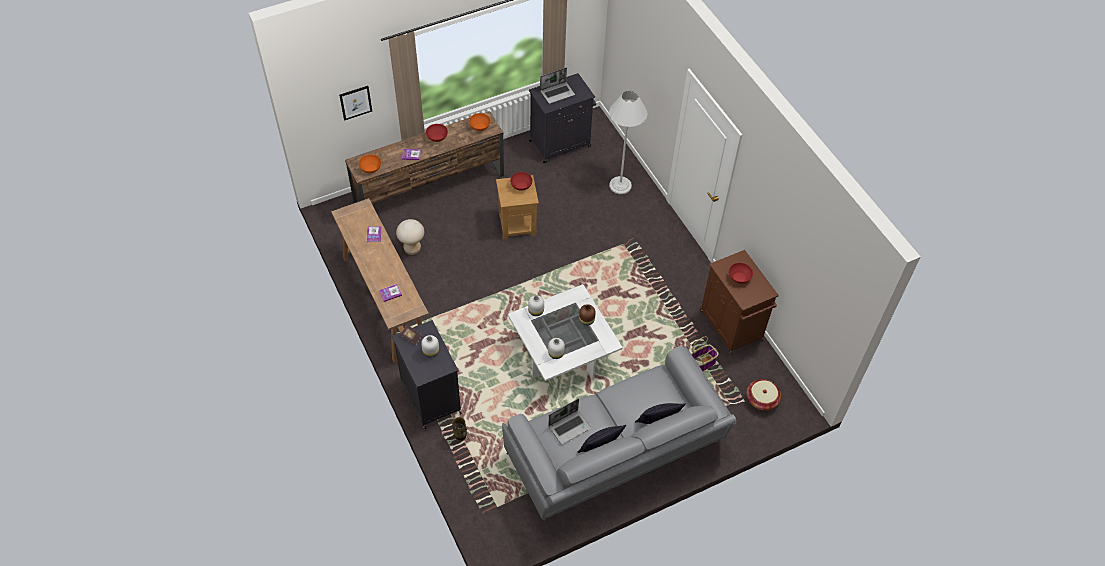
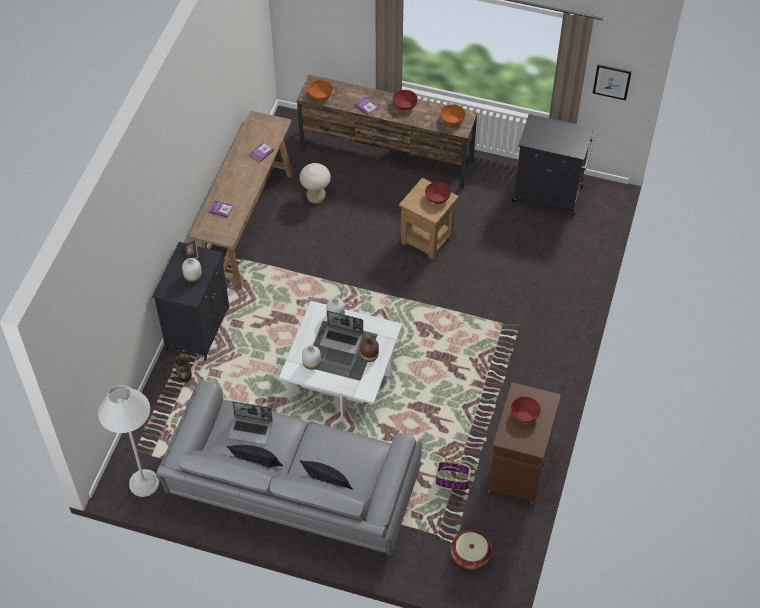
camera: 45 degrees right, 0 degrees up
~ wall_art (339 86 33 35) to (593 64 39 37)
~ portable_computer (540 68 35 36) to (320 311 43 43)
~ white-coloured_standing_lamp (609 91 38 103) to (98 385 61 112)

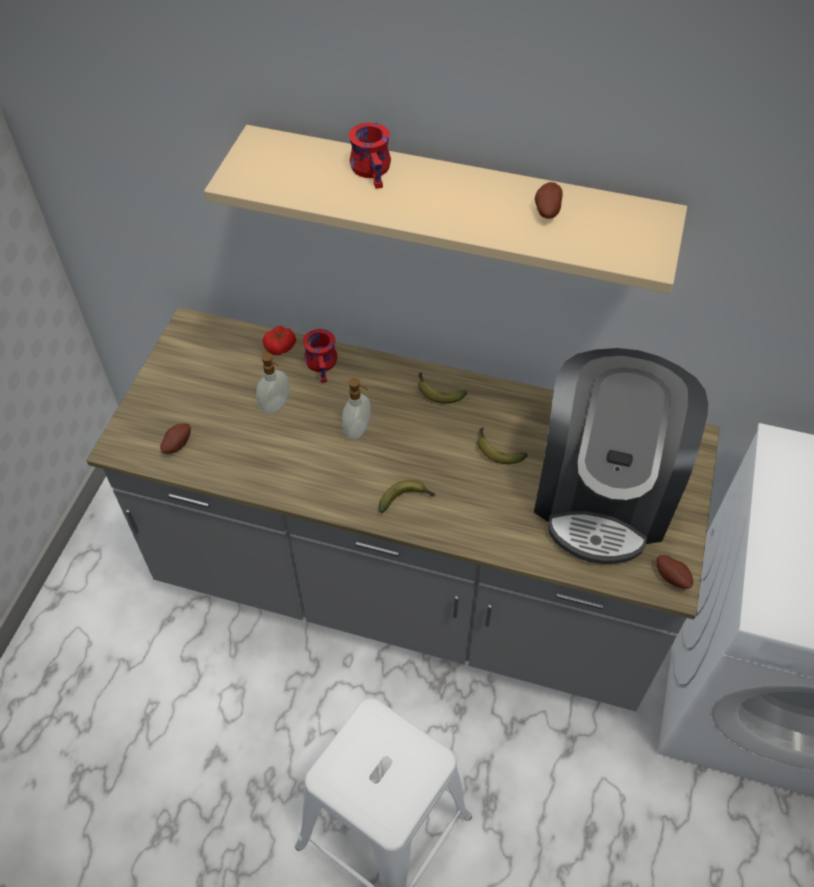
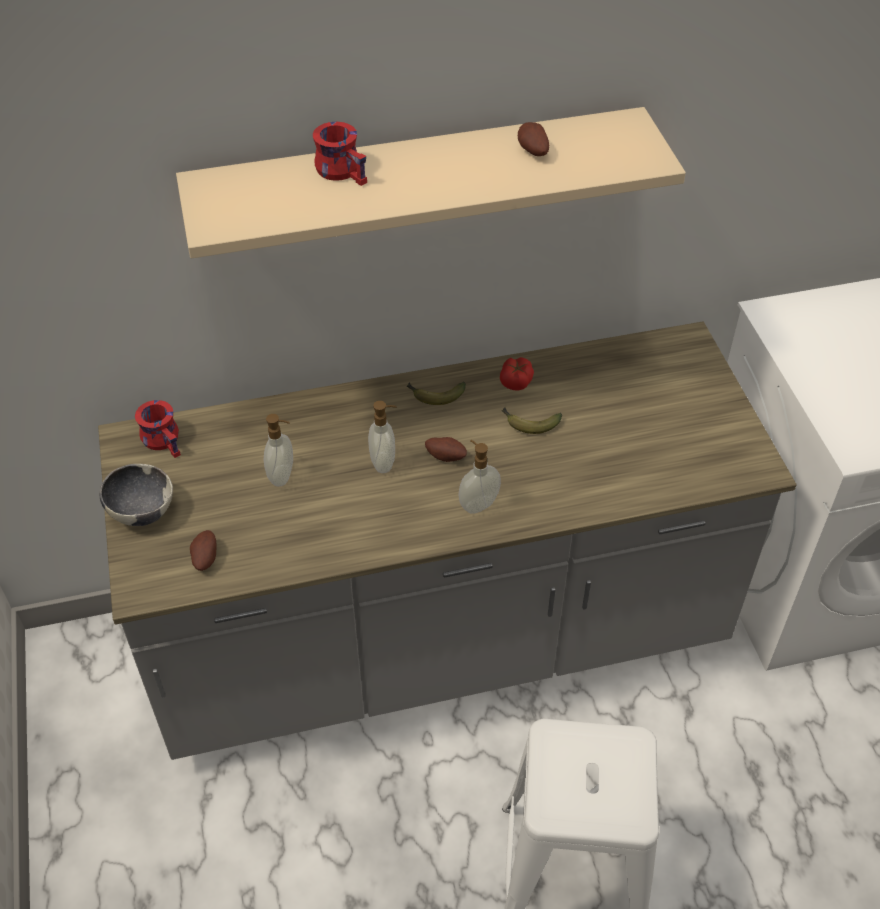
camera: 30 degrees left, 5 degrees down
~ whole_tomato (263 326 33 29) to (500 357 34 34)
~ red-coloured_mug (303 329 34 54) to (135 400 46 58)
~ banana (379 480 56 33) to soap_bottle (458 440 43 74)
- coffee_brewer (534 348 174 216)
~ whole_potato (656 555 37 34) to (425 437 42 25)
+ bowl (100 464 73 62)

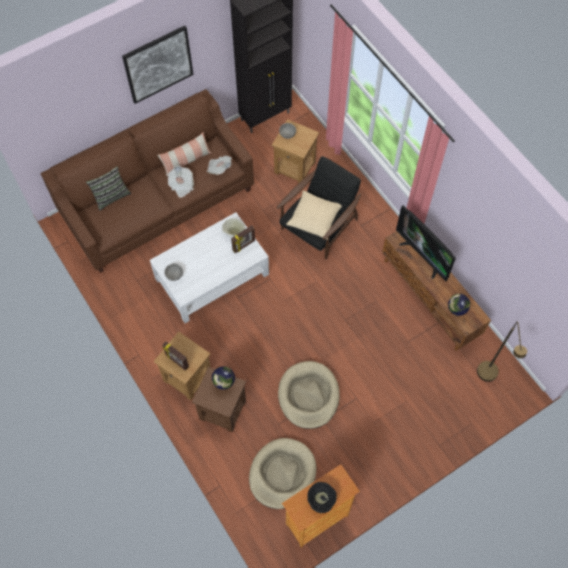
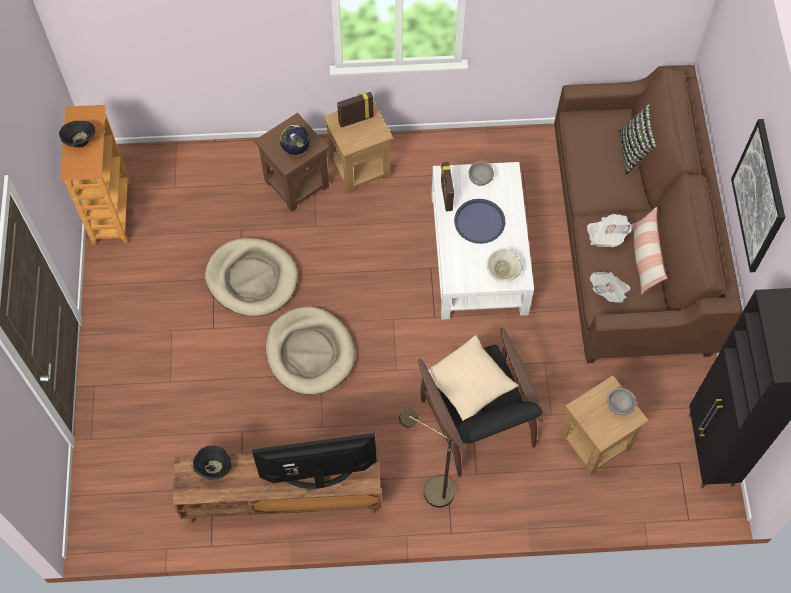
camera: 120 degrees right, 0 degrees up
~ photo_frame (231 225 24 28) to (441 162 13 50)
~ beige-coloured_dog_bed (249 438 68 71) to (266 307 89 88)
~ world_globe (448 294 22 22) to black_bowl (193 445 39 35)
~ brown_standing_lamp (477 321 50 61) to (399 408 56 100)
+ blue_serving_tray (454 199 51 45)

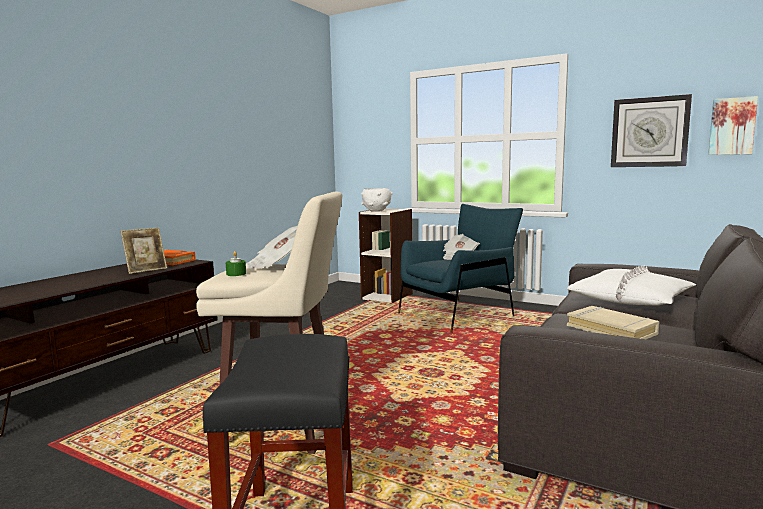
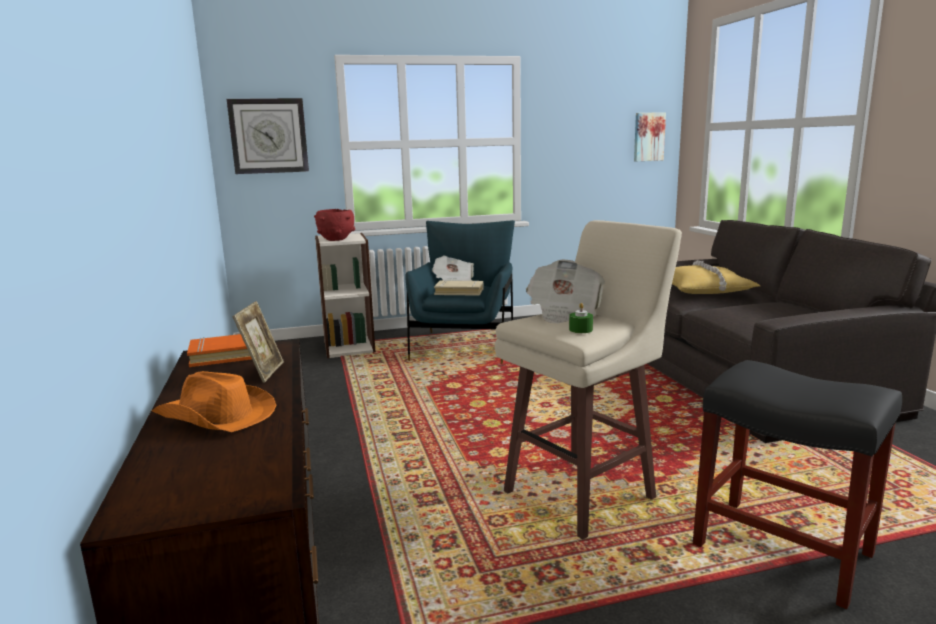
camera: 45 degrees left, 5 degrees up
~ white-coloured_bowl (361 188 32 24) to red-coloured_bowl (314 209 41 32)
~ white-coloured_pillow (567 265 129 40) to yellow-coloured_pillow (672 260 88 34)
~ beige-coloured_bound_book (567 306 92 33) to (434 280 49 16)
~ hanging_clock (611 94 81 73) to (227 98 82 76)
+ orange_wearable_hat (152 371 124 61)

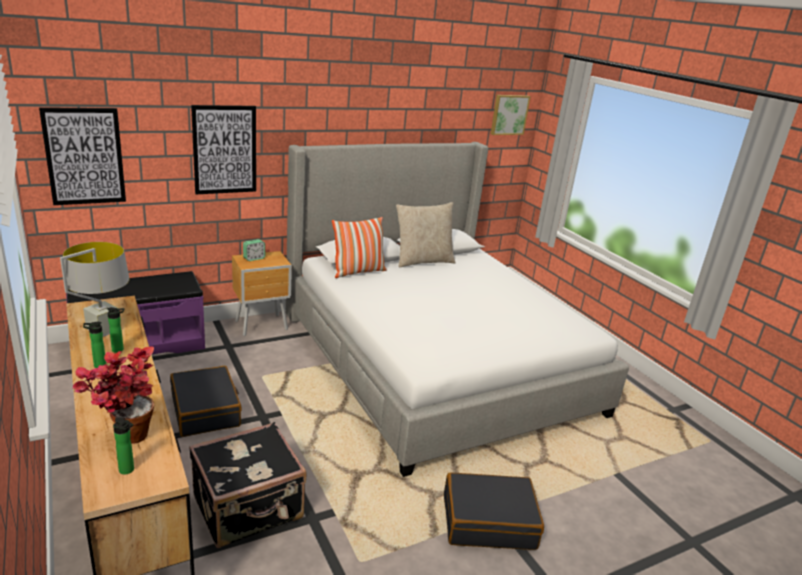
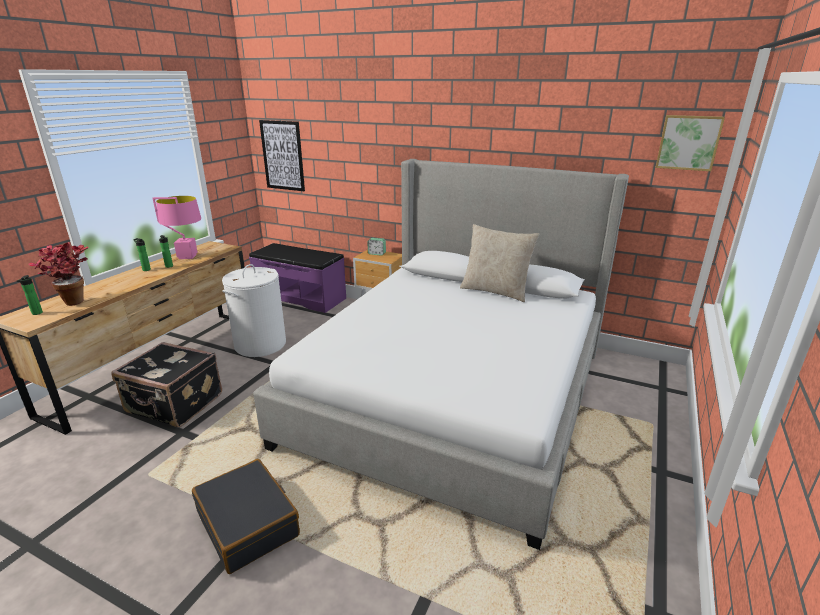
camera: 55 degrees right, 0 degrees up
~ gray_lamp_for_a_table (60 242 70 95) to pink_lamp_for_a_table (153 196 48 63)
~ black_suitcase (170 366 72 71) to white-coloured_washing_basket (222 264 64 93)
- wall_art (191 105 65 89)
- pillow (332 217 55 61)

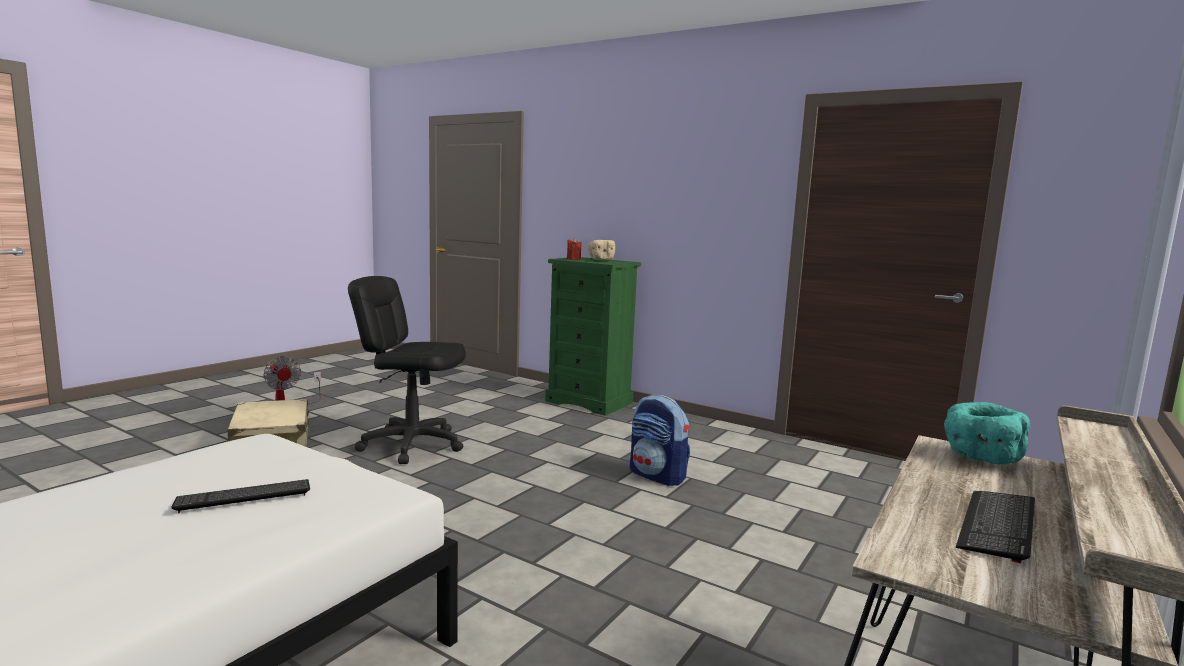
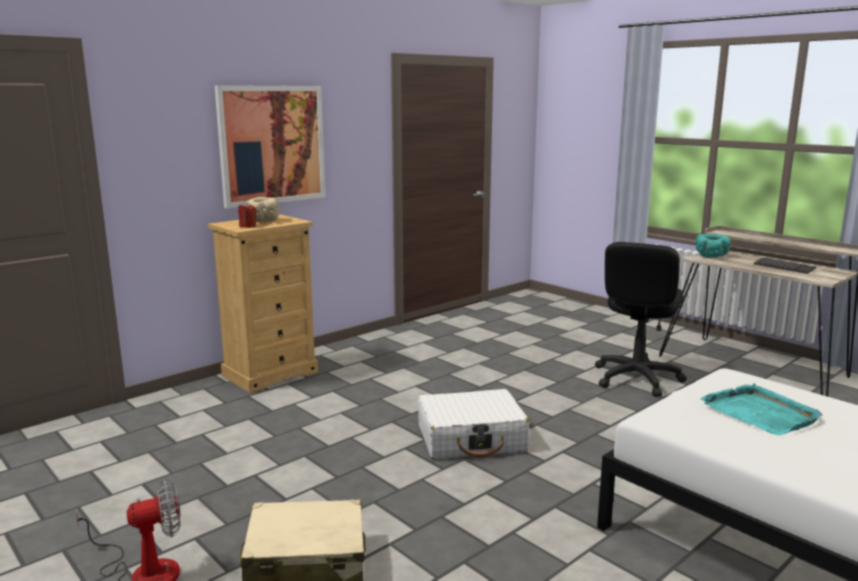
camera: 75 degrees left, 5 degrees up
~ computer_keyboard (171 479 139 34) to blue-green_serving_tray (701 383 121 53)
~ black_computer_chair (348 276 118 188) to (595 242 92 155)
~ green-coloured_dresser (546 257 95 159) to beige-coloured_dresser (208 214 110 179)
- rucksack (630 395 60 91)
+ wall_art (215 85 110 123)
+ white-coloured_suitcase (418 389 112 70)

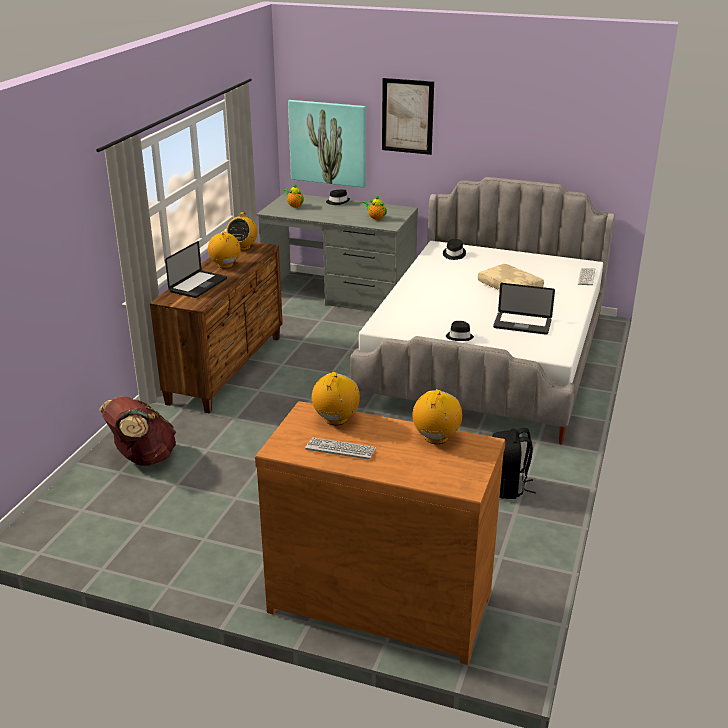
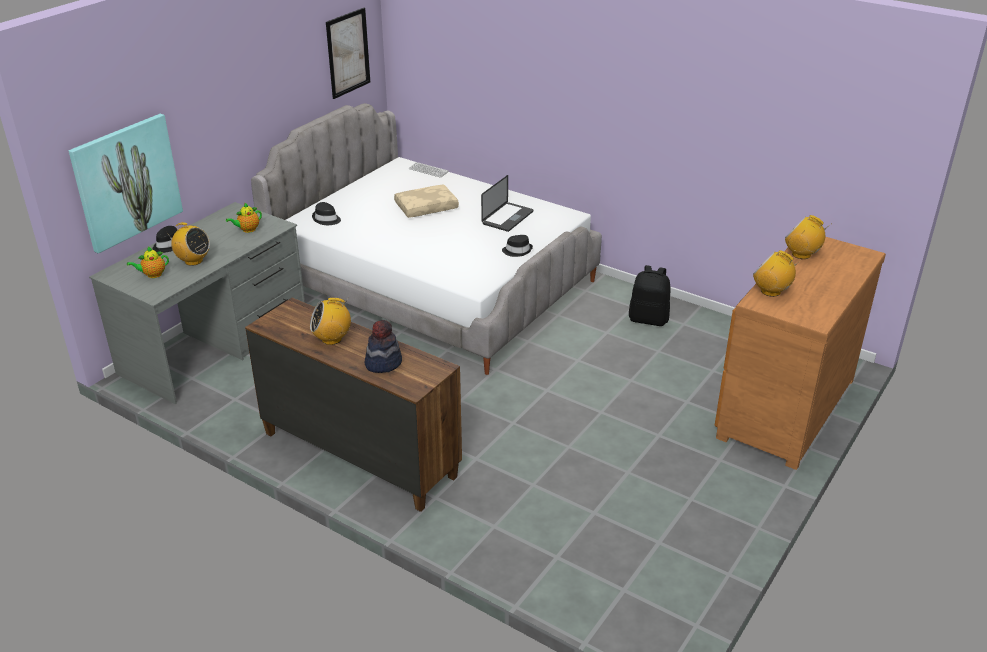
camera: 75 degrees left, 5 degrees up
- brown_rucksack (99 397 77 69)
~ portable_computer (165 241 62 57) to wearable_hat (365 320 37 53)
~ radio_set (226 212 32 38) to (166 222 44 44)
- computer_keyboard (305 437 71 23)
~ wall_art (382 78 52 77) to (326 8 44 91)

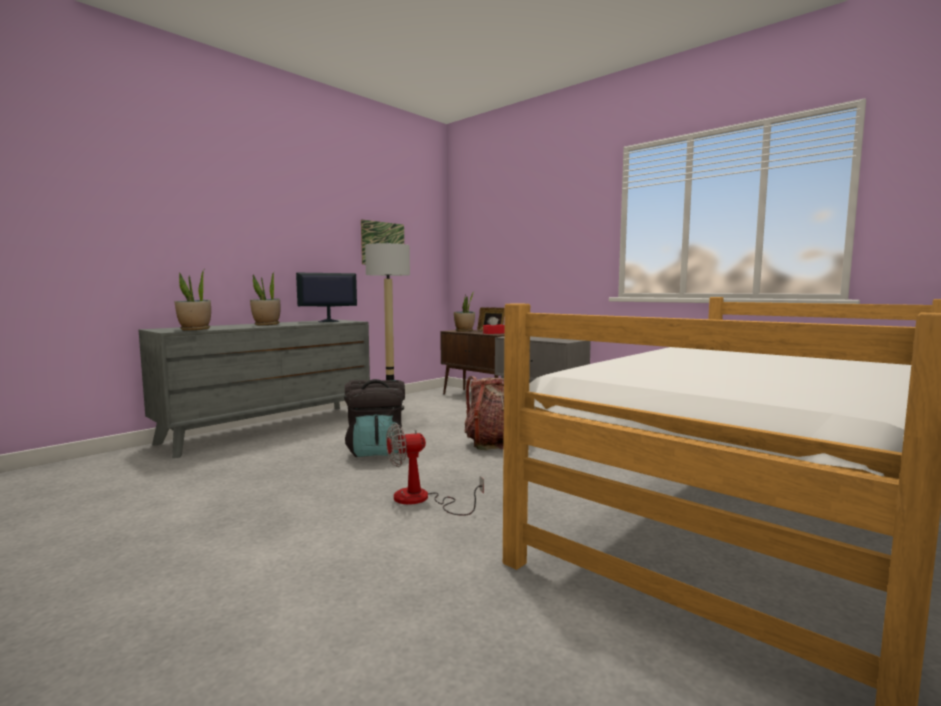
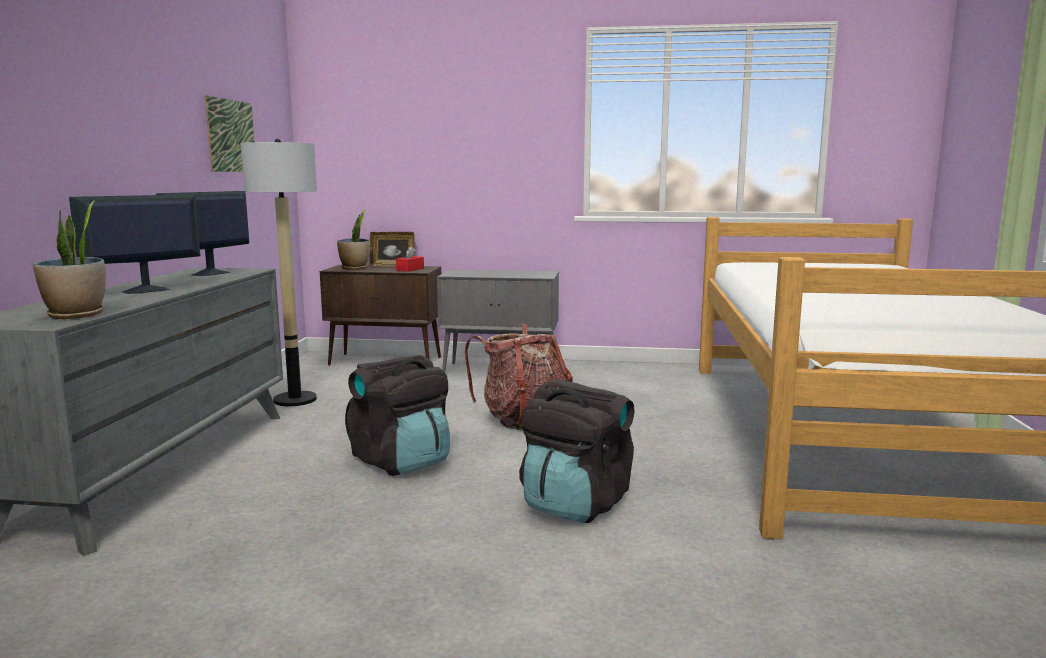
camera: 35 degrees left, 5 degrees up
~ plant_in_a_pot (250 272 30 53) to computer_display (69 194 132 100)
~ cooling_fan (386 423 98 93) to black_rucksack (519 380 115 143)

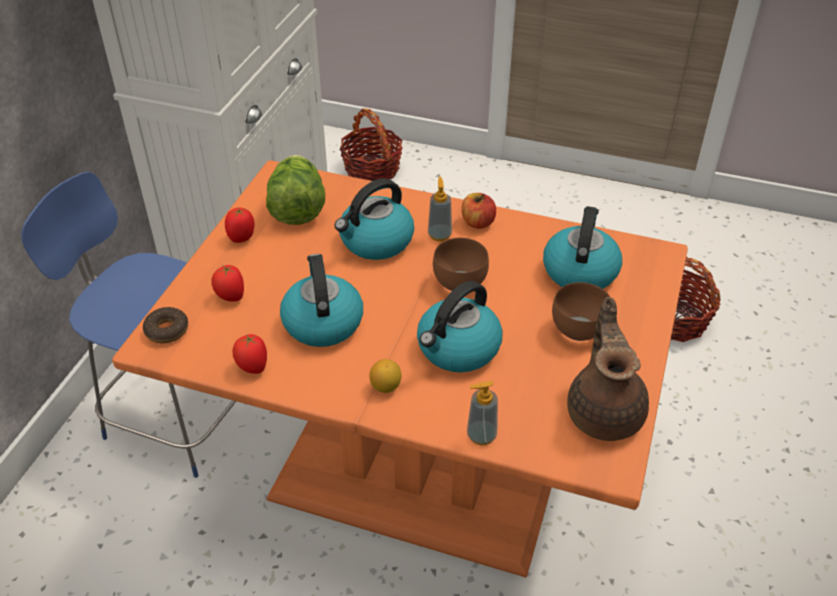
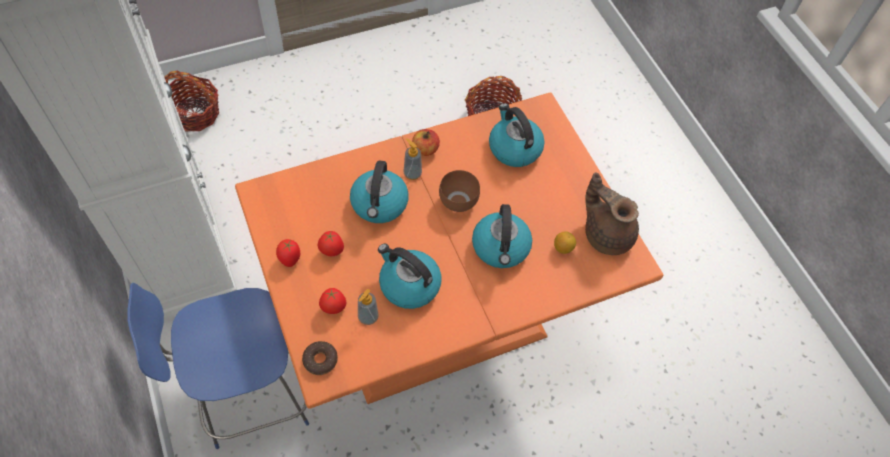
camera: 45 degrees left, 15 degrees up
~ whole_tomato (233 334 34 40) to (318 231 26 25)
- lettuce (266 155 59 70)
~ whole_lemon (369 359 32 34) to (554 231 22 23)
~ soap_bottle (467 381 31 64) to (358 289 20 36)
- brown_bowl (552 282 58 59)

